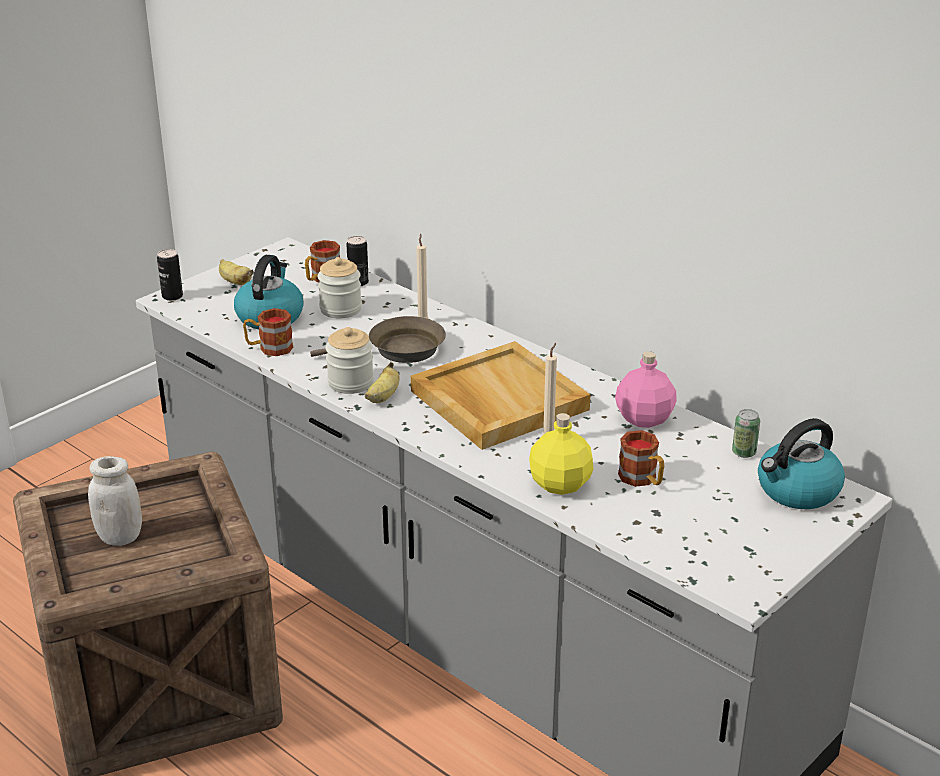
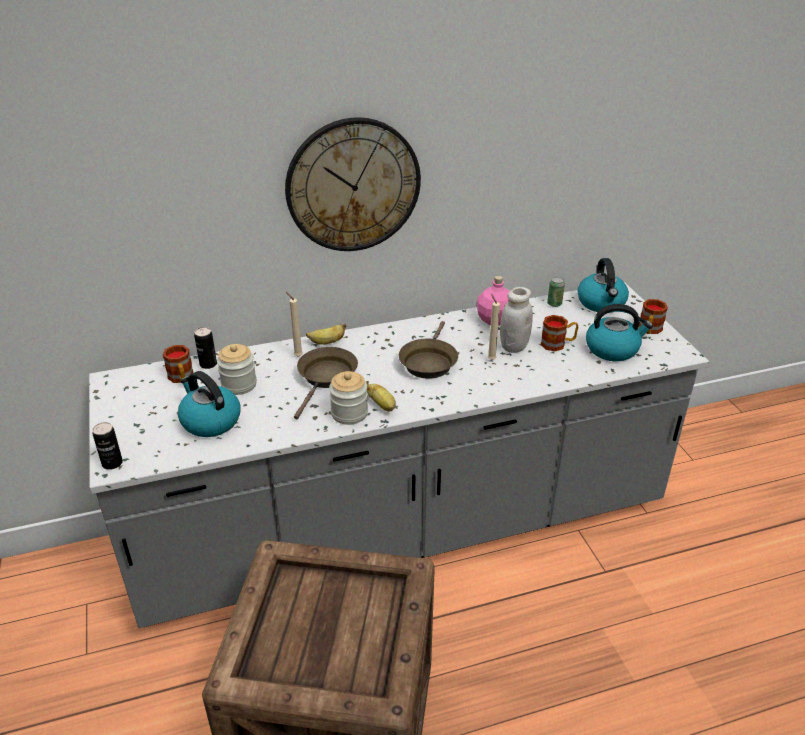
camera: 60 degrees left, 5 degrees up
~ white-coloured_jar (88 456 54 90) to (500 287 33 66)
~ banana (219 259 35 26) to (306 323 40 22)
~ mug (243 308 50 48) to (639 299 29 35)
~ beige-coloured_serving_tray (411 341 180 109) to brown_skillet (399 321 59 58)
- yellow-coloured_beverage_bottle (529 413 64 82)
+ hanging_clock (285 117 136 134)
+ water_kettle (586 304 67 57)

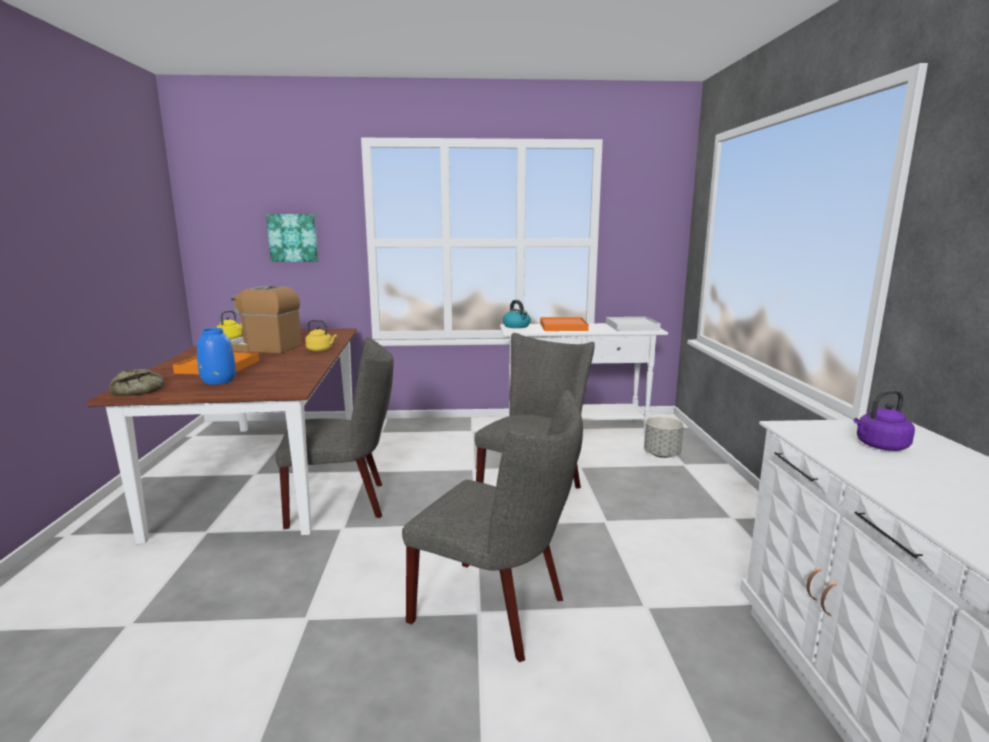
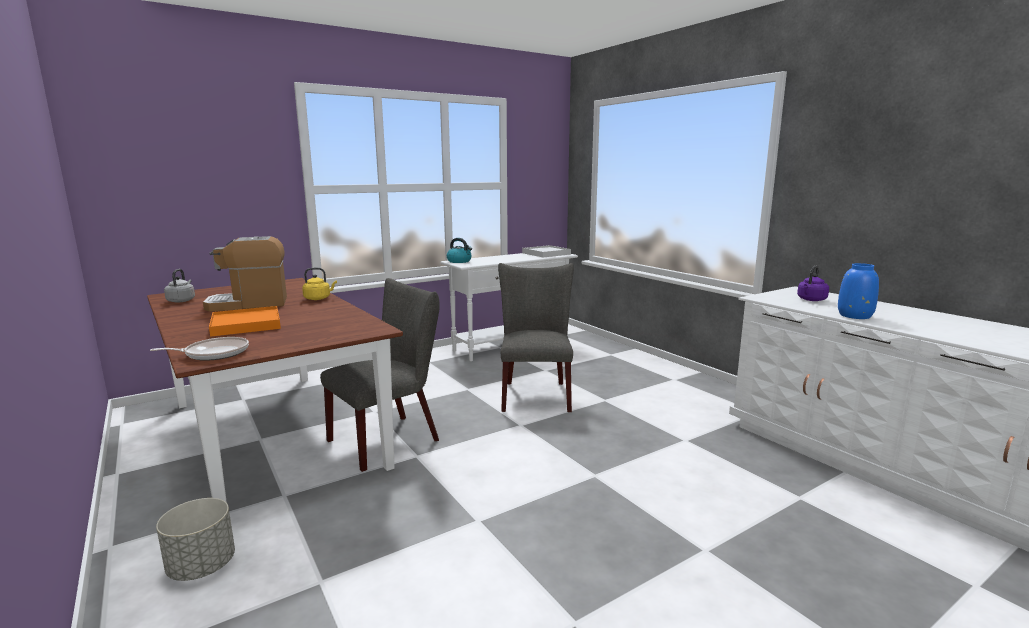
camera: 30 degrees left, 0 degrees up
~ baked_bread (109 369 56 27) to skillet (150 337 99 24)
~ blue_vase (197 328 39 57) to (838 263 41 56)
~ yellow-coloured_water_kettle (216 310 26 30) to gray_water_kettle (164 269 31 34)
- wall_art (266 214 52 48)
- gray_upright_chair (402 390 181 272)
- orange_serving_tray (540 317 49 14)
~ gray_planter (644 417 40 41) to (156 498 79 83)

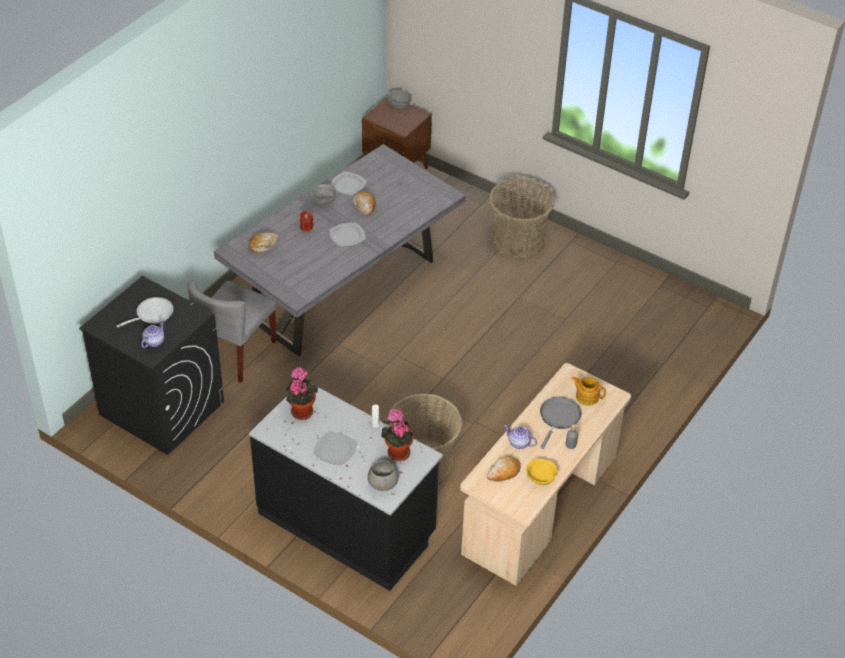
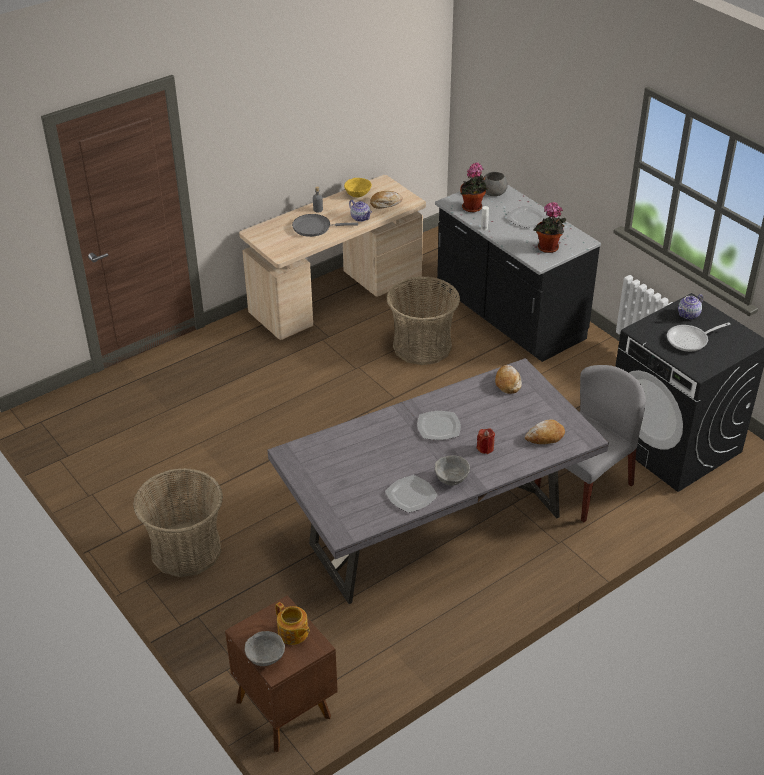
camera: 160 degrees left, 5 degrees down
~ baked_bread (353 191 22 24) to (495 365 27 29)
~ gray_skillet (540 397 41 52) = (292 214 66 23) 45 degrees clockwise
~ teapot (571 376 35 30) to (275 602 35 43)

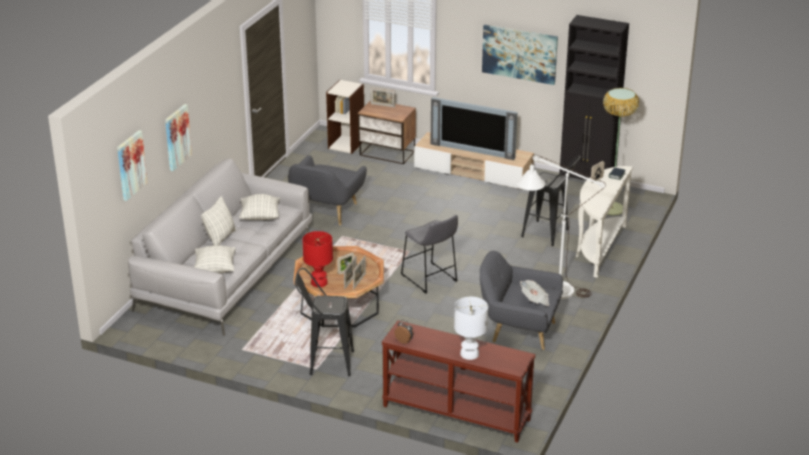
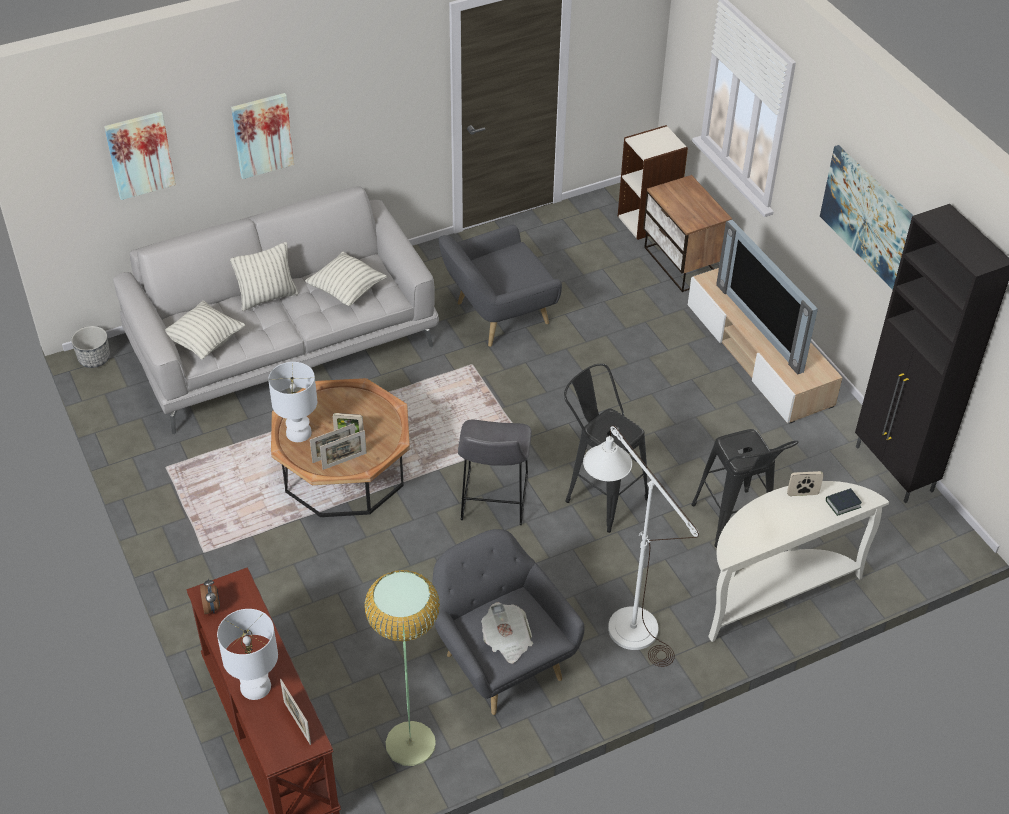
camera: 40 degrees right, 15 degrees up
~ black_stool_seat (295 268 59 108) to (564 364 84 169)
~ red-coloured_lamp_for_a_table (302 231 31 56) to white-coloured_lamp_for_a_table (268 362 49 80)
~ photo_frame (370 87 25 20) to (280 679 31 66)
~ standing_lamp (603 88 36 128) to (364 570 76 196)
+ planter (71 326 39 42)

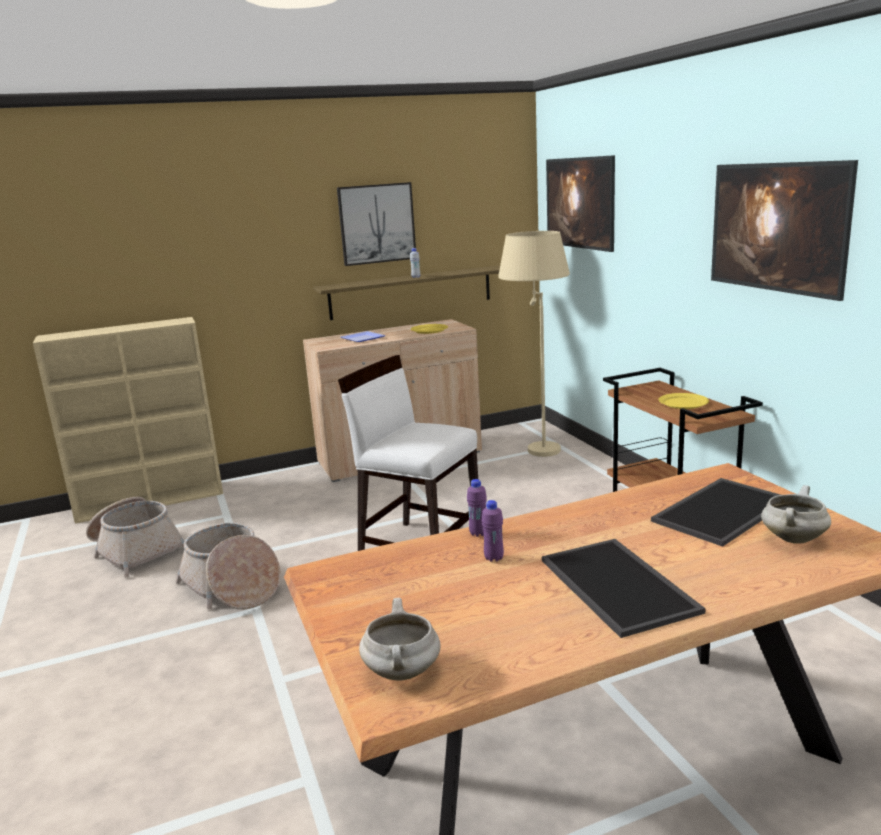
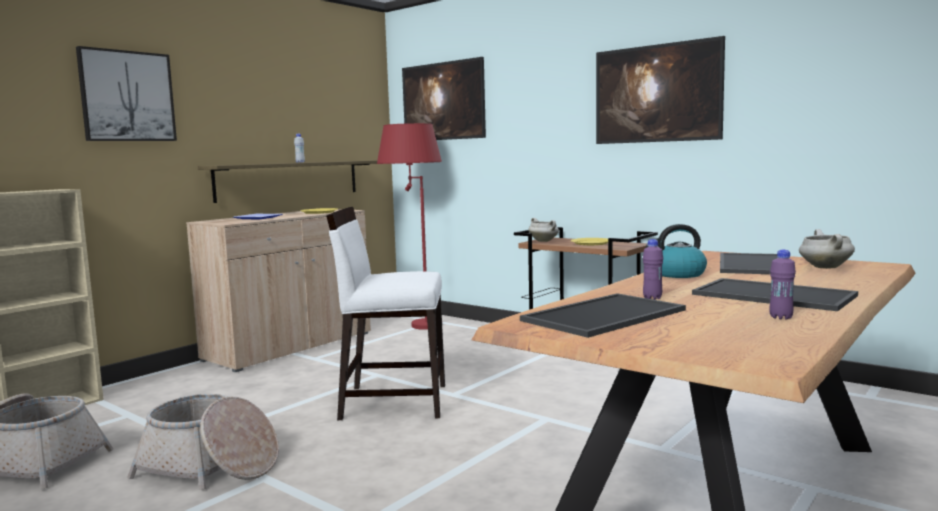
camera: 30 degrees left, 10 degrees down
~ wall_art (337 182 79 84) to (76 46 101 95)
~ white-coloured_stockpot (359 598 82 83) to (528 218 31 24)
~ purple_beverage_bottle (467 479 20 58) to (769 250 27 69)
~ beige-coloured_standing_lamp (498 231 72 226) to red-coloured_standing_lamp (377 123 65 207)
+ serving_tray (520 293 166 45)
+ water_kettle (646 224 61 54)

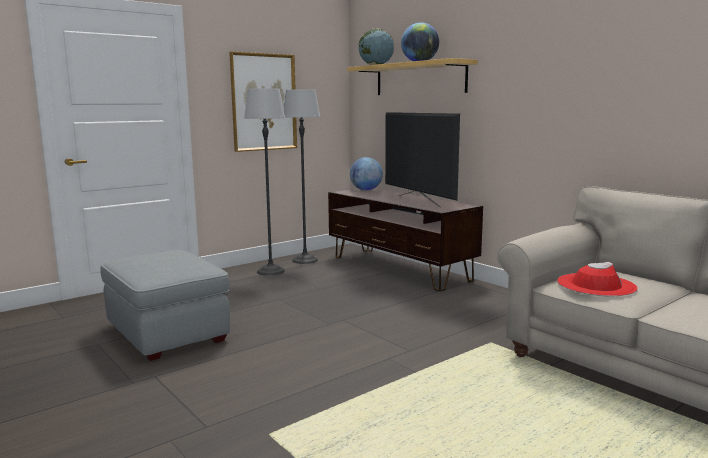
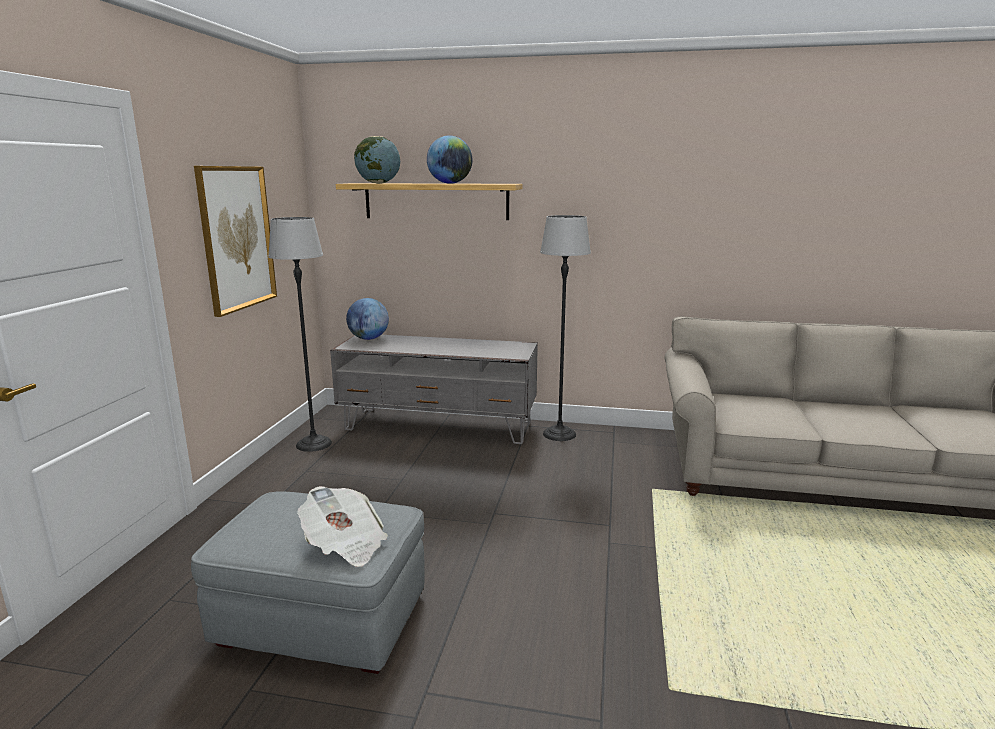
camera: 40 degrees left, 5 degrees up
~ standing_lamp (244 88 41 188) to (540 215 51 226)
~ brown_tv_stand (328 188 155 103) to gray_tv_stand (330 335 208 109)
- television (385 112 75 95)
- red-coloured_wearable_hat (557 262 81 35)
+ printed_paper (297 486 91 81)

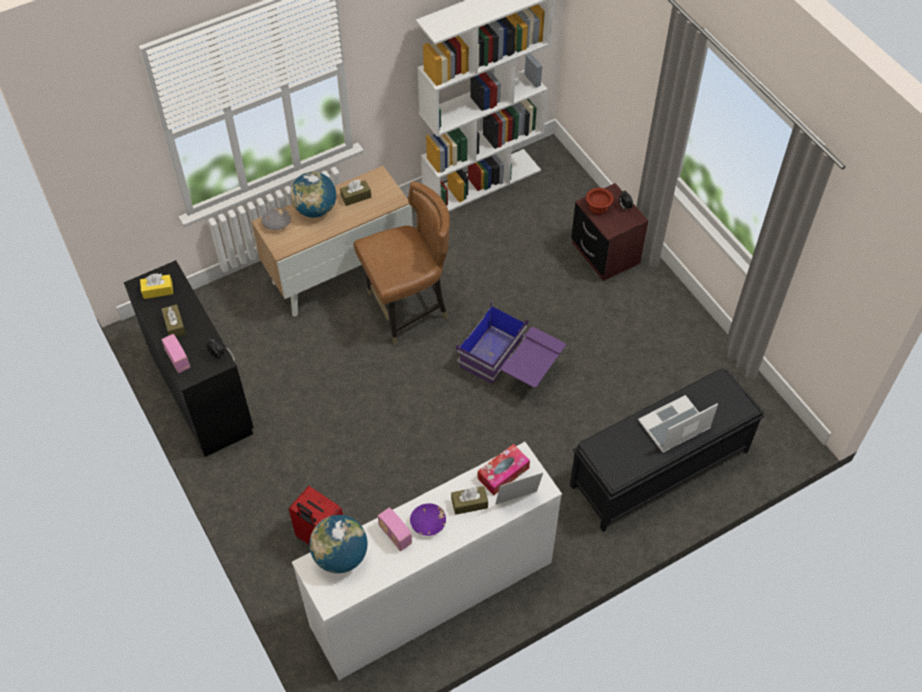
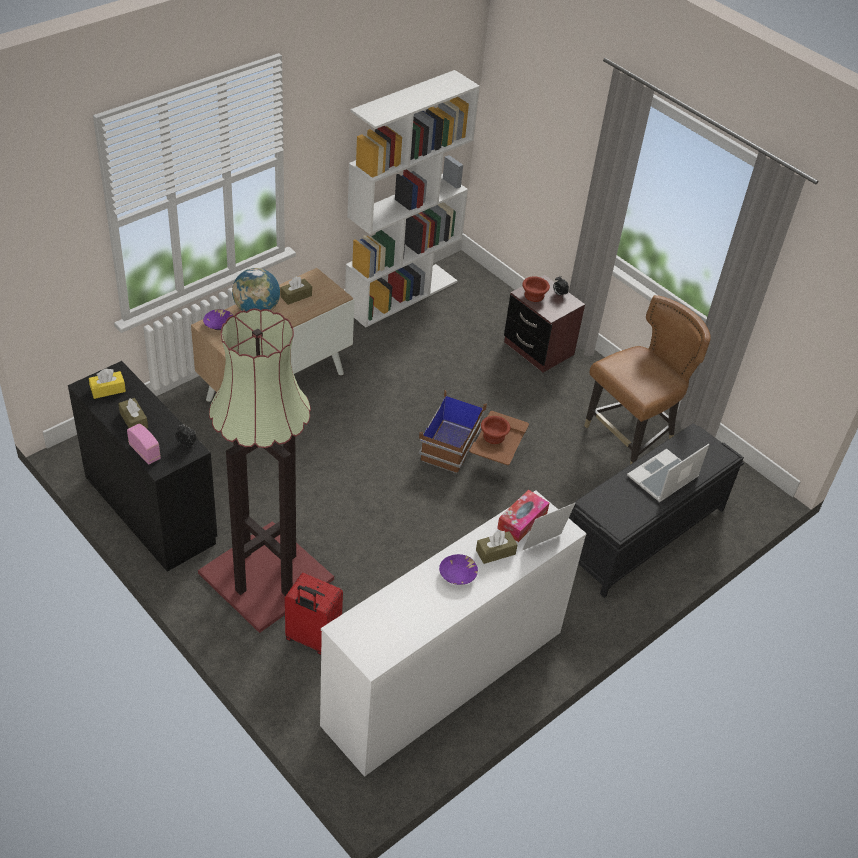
camera: 15 degrees left, 10 degrees down
~ gray_bowl (262 208 29 22) to purple_bowl (203 309 30 21)
- world_globe (309 515 58 58)
~ brown_upright_chair (353 181 97 163) to (584 295 127 170)
- radio_set (378 507 34 44)
~ purple_storage_bin (456 301 110 87) to brown_storage_bin (419 390 110 83)
+ standing_lamp (198 308 136 325)
+ brown_bowl (481 416 29 28)

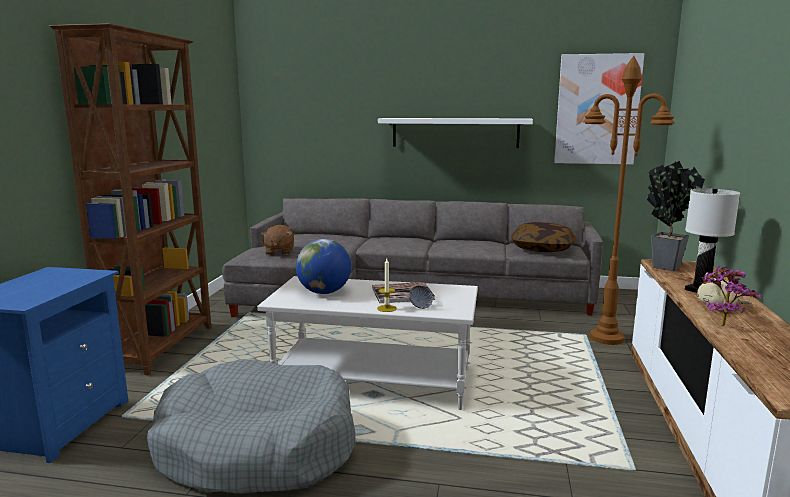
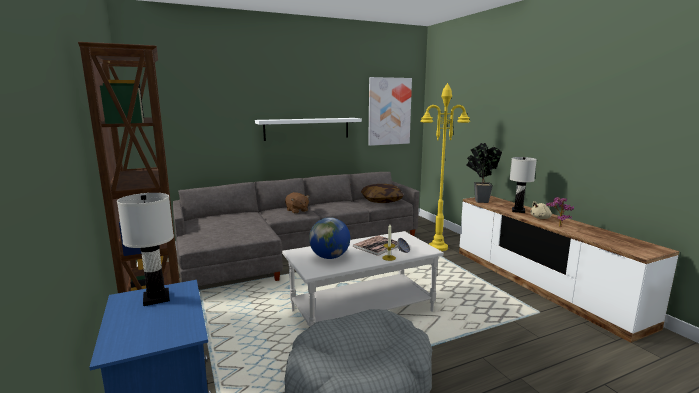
camera: 35 degrees left, 0 degrees up
~ brown_soft_toy (261 225 33 30) to (285 192 25 22)
~ brown_standing_lamp (583 56 92 289) to yellow-coloured_standing_lamp (420 83 50 168)
+ white-coloured_lamp_for_a_table (117 193 57 113)

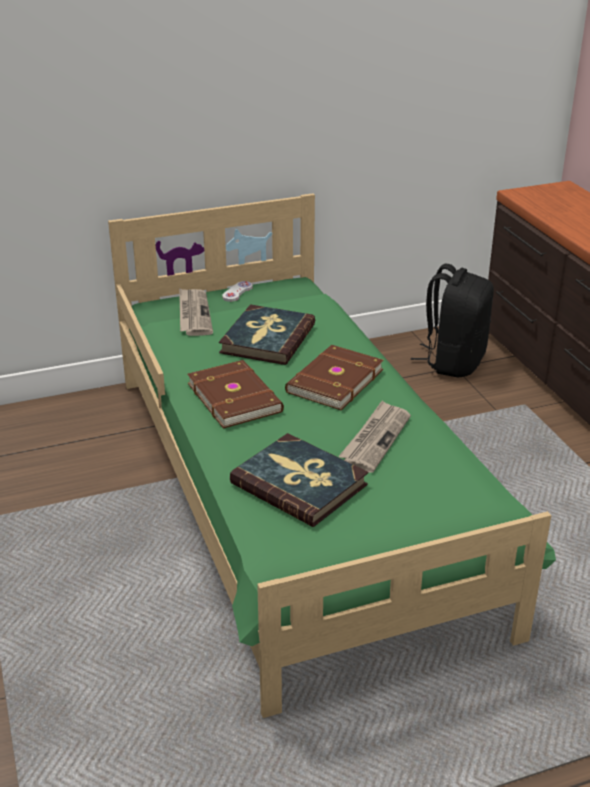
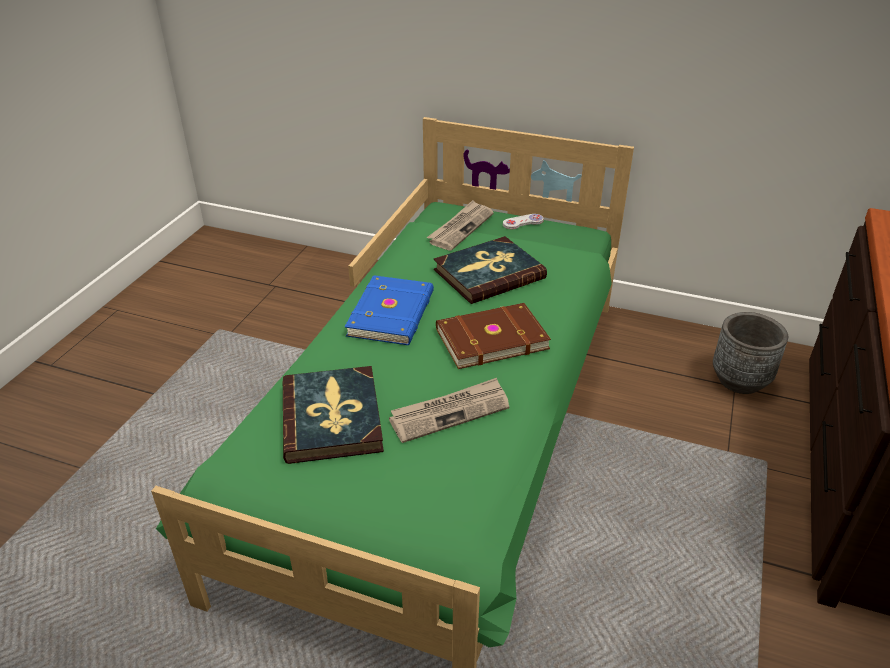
camera: 40 degrees right, 5 degrees up
~ brown_bound_book (187 360 97 69) to blue_bound_book (345 275 89 70)
~ black_rucksack (411 264 83 113) to gray_planter (713 312 75 82)

